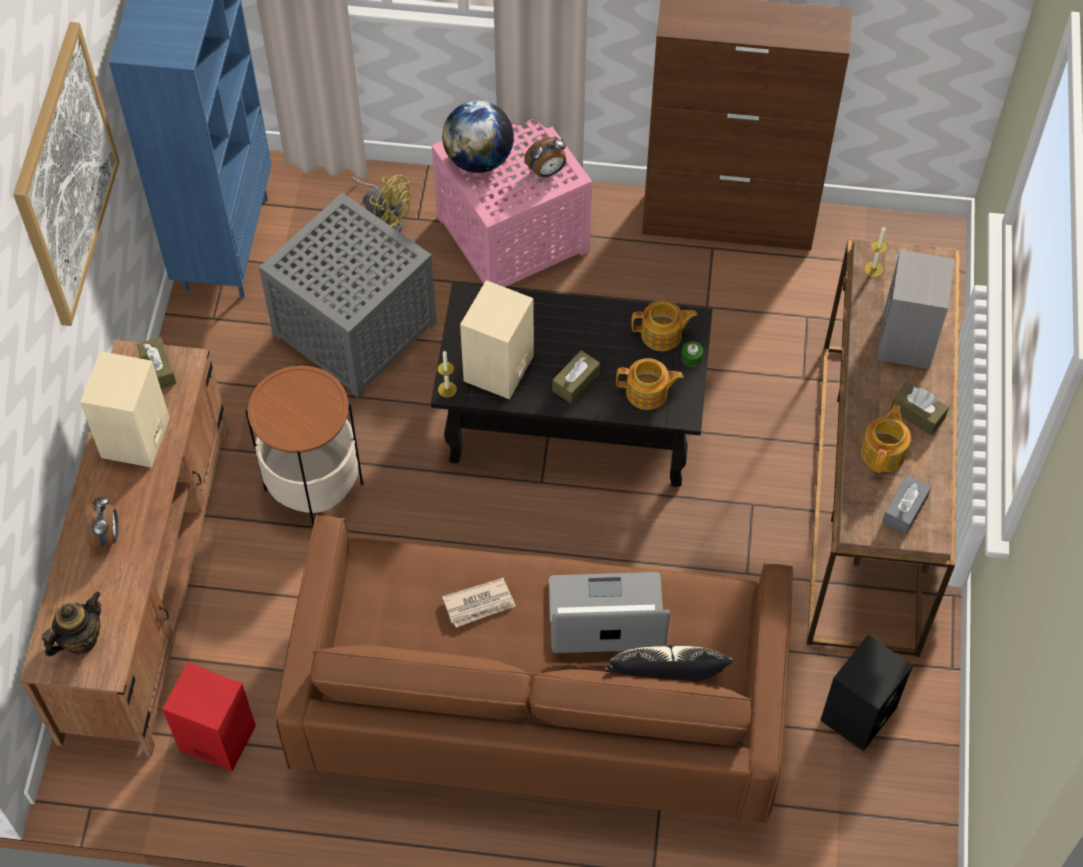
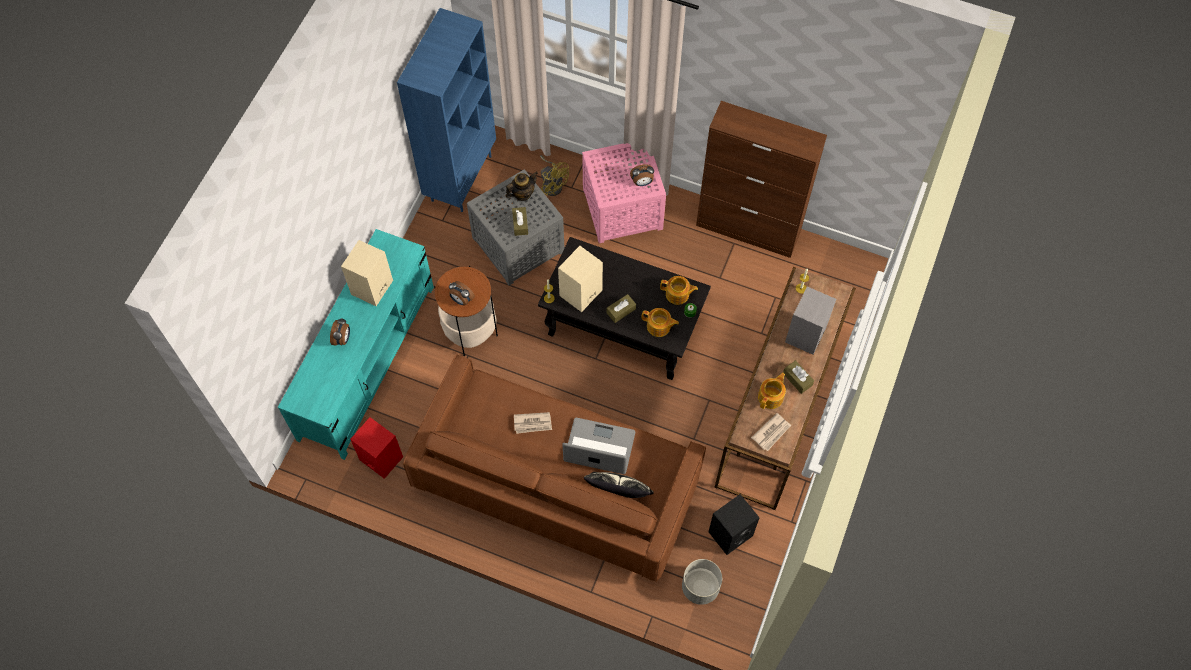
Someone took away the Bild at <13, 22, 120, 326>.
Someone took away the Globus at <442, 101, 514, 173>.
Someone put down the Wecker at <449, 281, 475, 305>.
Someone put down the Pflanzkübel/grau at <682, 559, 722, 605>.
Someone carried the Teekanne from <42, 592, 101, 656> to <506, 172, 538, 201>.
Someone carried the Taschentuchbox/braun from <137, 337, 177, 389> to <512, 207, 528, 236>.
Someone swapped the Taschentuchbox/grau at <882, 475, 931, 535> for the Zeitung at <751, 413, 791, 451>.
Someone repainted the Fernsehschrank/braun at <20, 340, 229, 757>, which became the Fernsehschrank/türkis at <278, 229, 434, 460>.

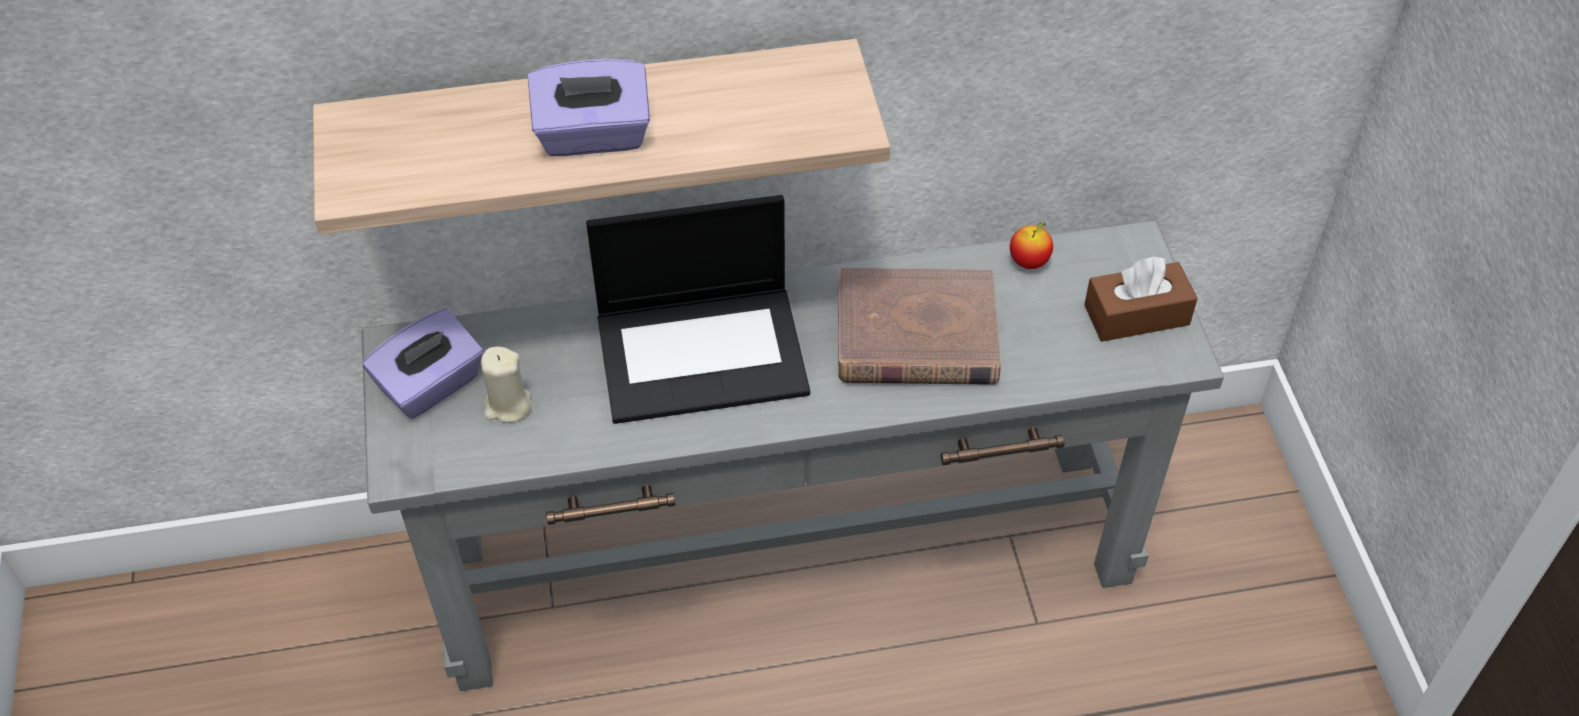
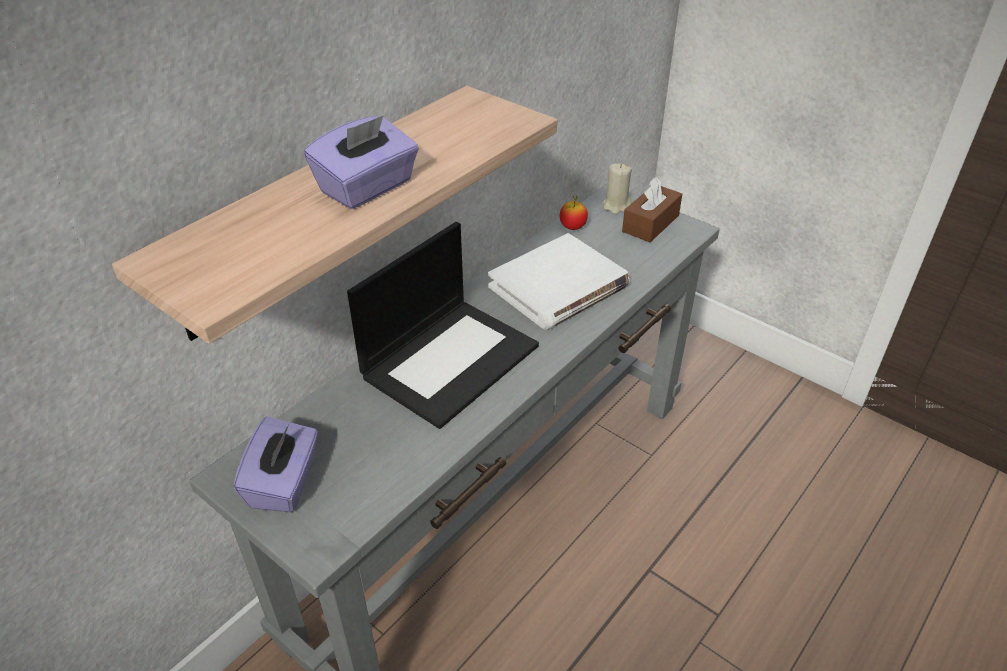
Someone carried the Kerze/beige from <481, 347, 531, 423> to <603, 163, 632, 214>.
Someone repainted the Buch/braun at <838, 268, 1001, 385>, which became the Buch/weiß at <488, 233, 630, 330>.

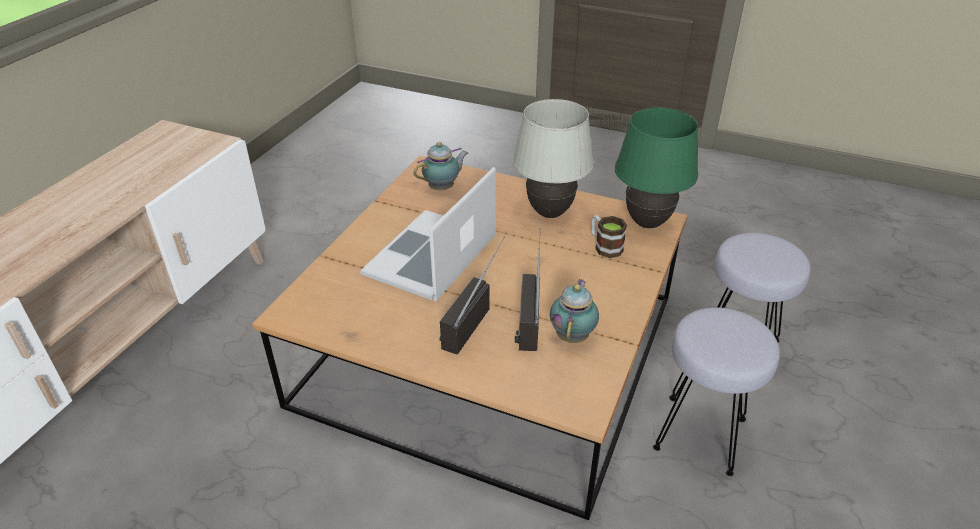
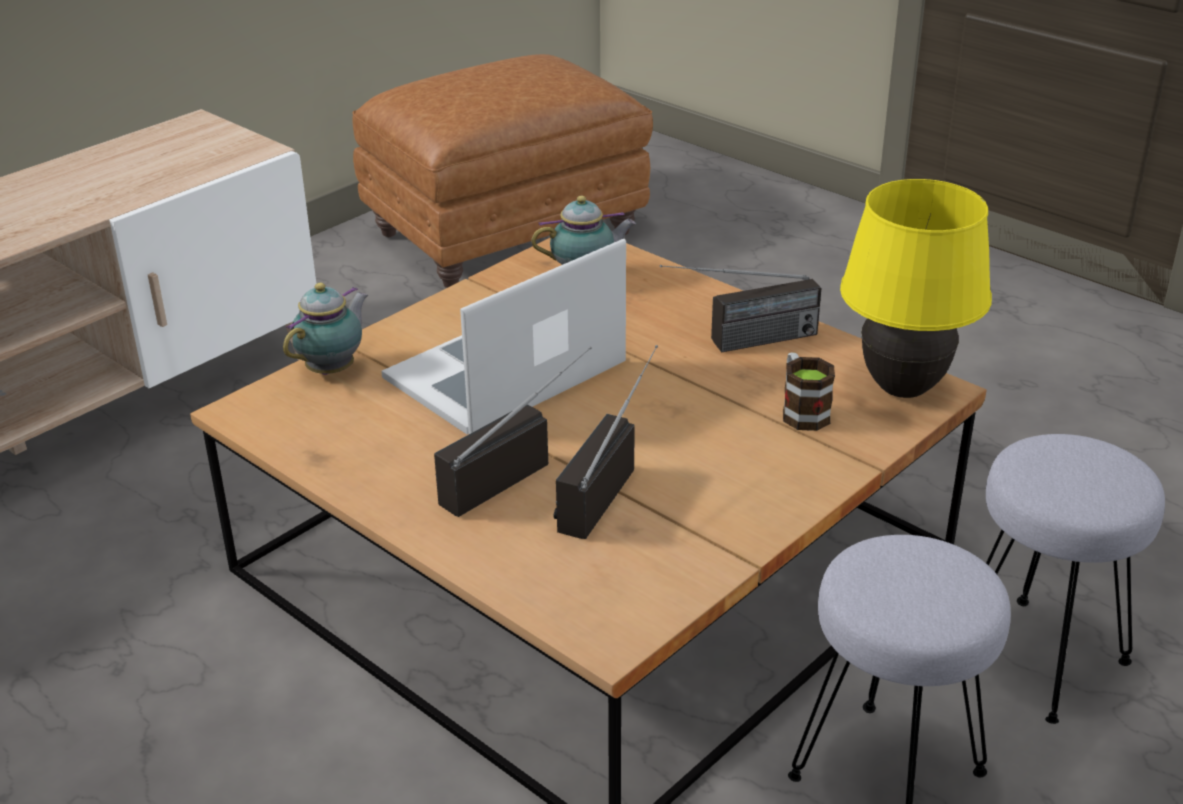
Someone put down the Polsterhocker/braun at <352, 54, 653, 288>.
Someone carried the Teekanne from <550, 279, 599, 343> to <283, 283, 368, 375>.
Someone swapped the Tischlampe/weiß at <513, 99, 594, 218> for the Radio at <660, 265, 821, 352>.
Someone repainted the Tischlampe/grün at <615, 107, 698, 228>, which became the Tischlampe/gelb at <840, 179, 992, 398>.

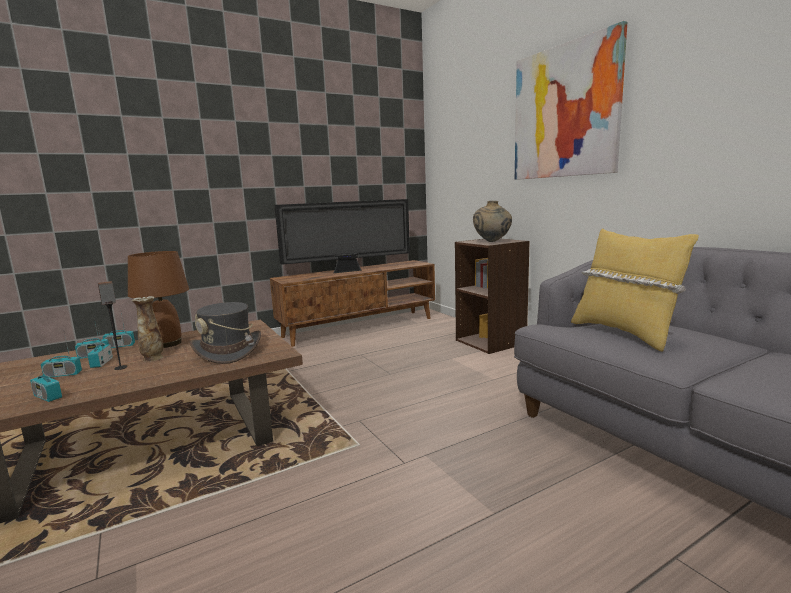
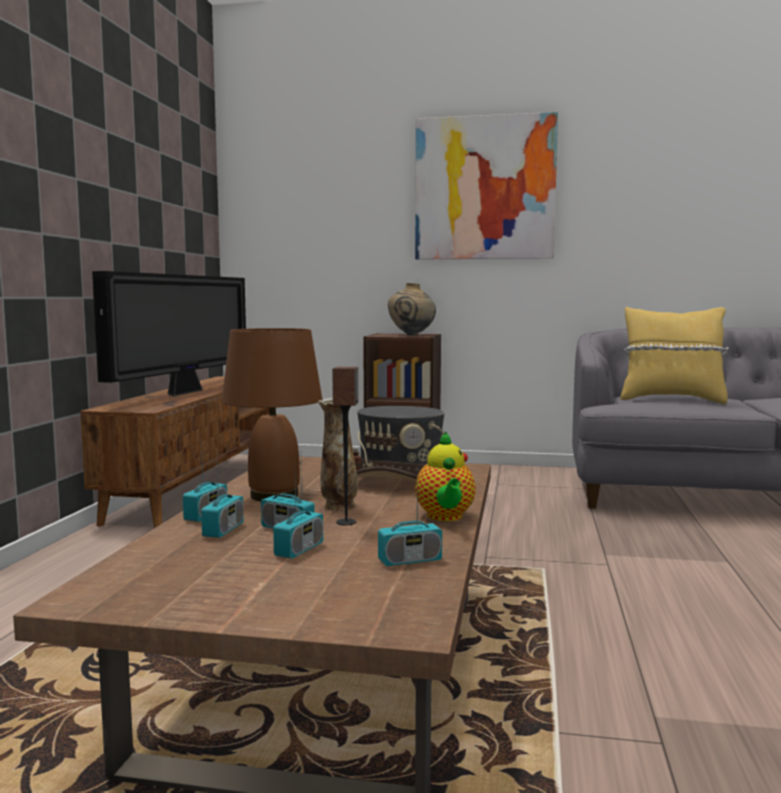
Someone put down the Teekanne at <415, 431, 475, 521>.

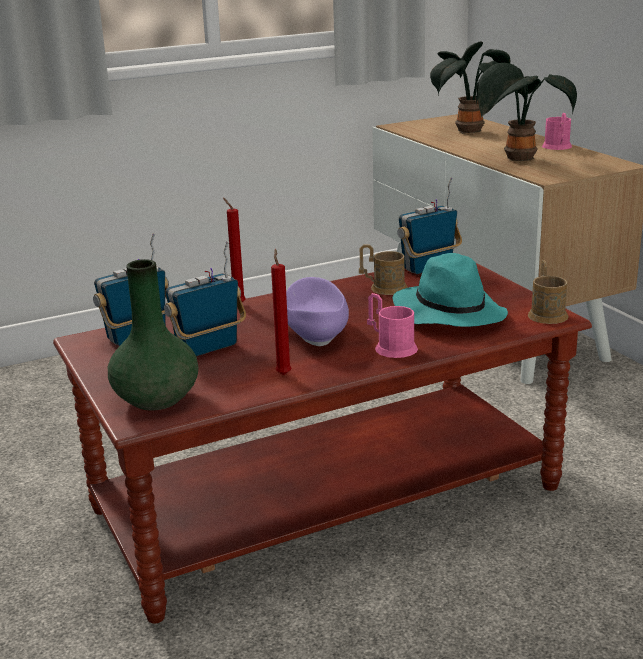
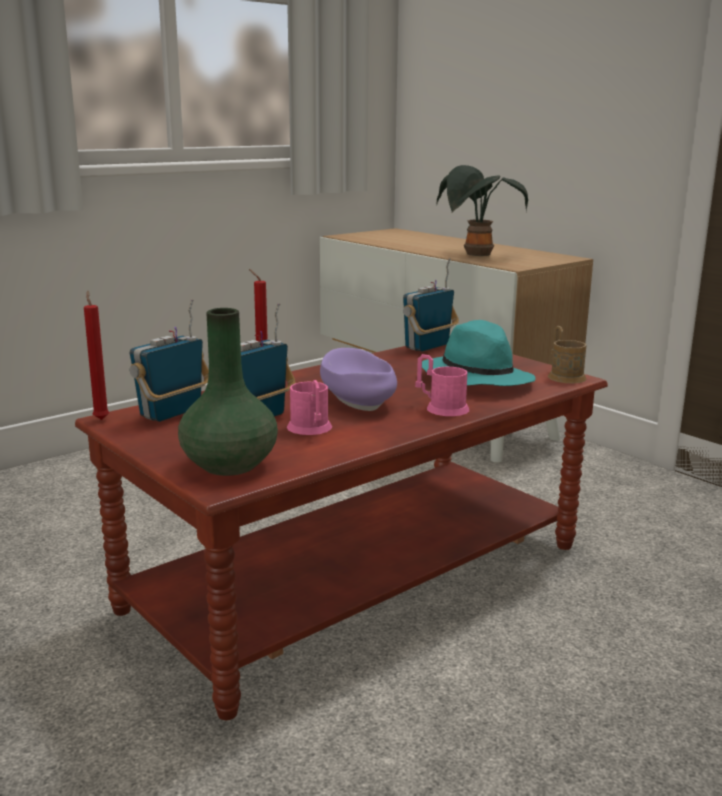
Someone took away the Henkelbecher/braun at <359, 245, 408, 295>.
Someone took away the Topfpflanze at <430, 42, 510, 134>.
Someone carried the Kerze/rot from <271, 249, 292, 375> to <84, 291, 109, 420>.
Someone carried the Henkelbecher/rosa from <542, 113, 572, 150> to <287, 380, 332, 435>.

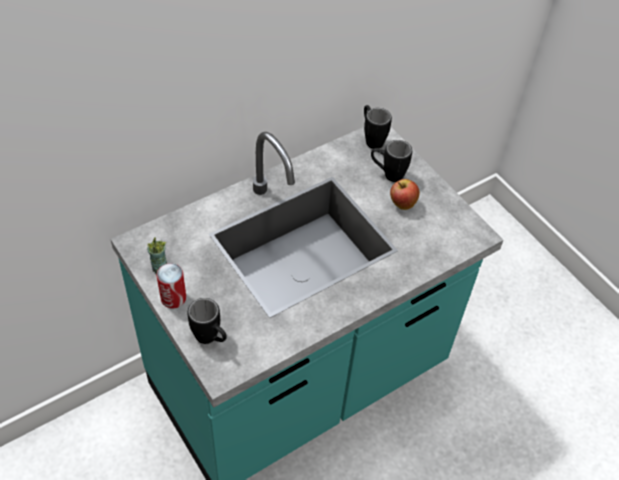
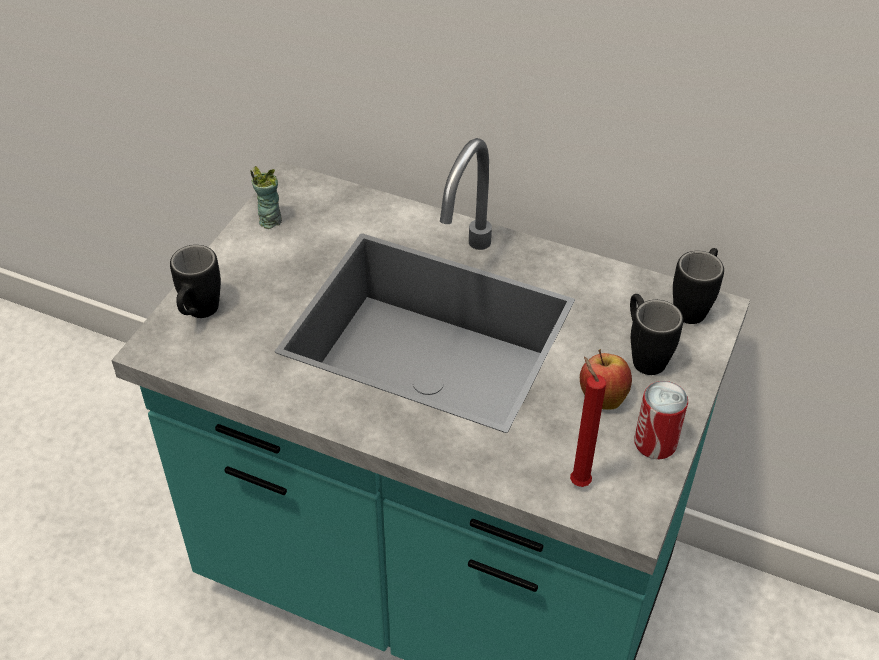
Someone put down the Kerze/rot at <570, 357, 606, 487>.
Someone carried the Dose from <156, 263, 186, 309> to <634, 381, 688, 459>.

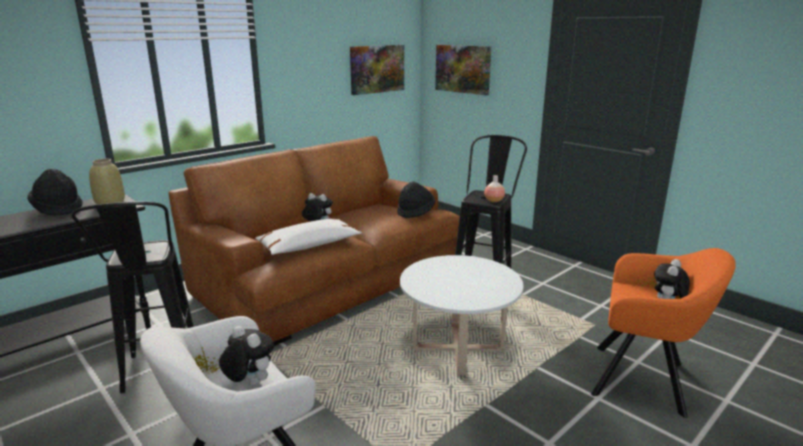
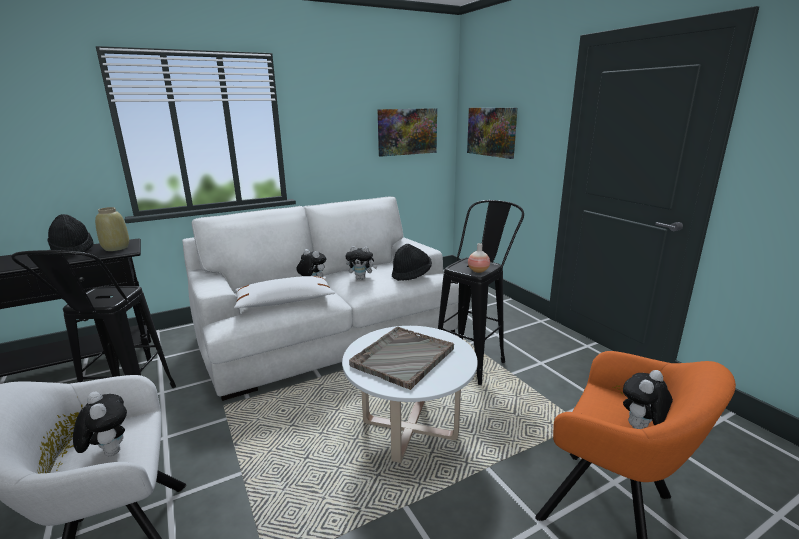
Someone put down the Plüschtier at <345, 246, 377, 280>.
Someone put down the Tablett/grau at <349, 327, 454, 390>.
Someone repainted the Sofa/braun at <168, 136, 460, 346>, which became the Sofa/weiß at <182, 196, 459, 401>.

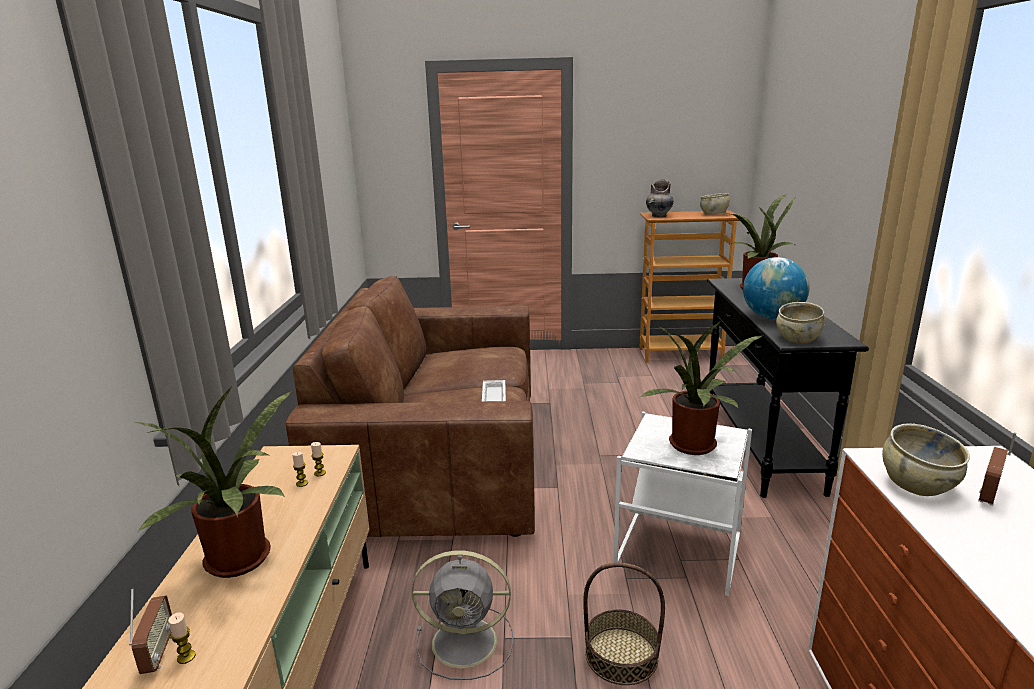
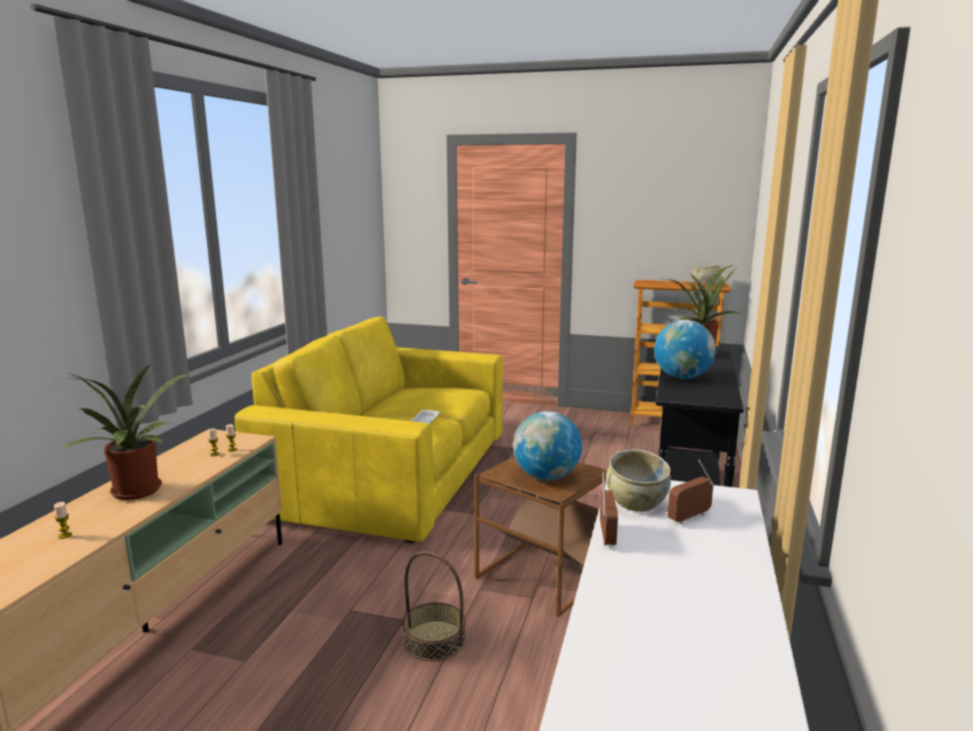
Someone took away the Ventilator/grau at <412, 551, 513, 680>.
Someone took away the Vase/grau at <646, 179, 674, 217>.
Someone took away the Schüssel/beige at <776, 302, 825, 343>.
Someone carried the Radio from <129, 589, 172, 674> to <600, 472, 618, 546>.
Someone swapped the Topfpflanze at <640, 320, 764, 455> for the Globus at <513, 411, 582, 480>.
Someone repainted the Sofa/braun at <286, 276, 535, 537>, which became the Sofa/gelb at <235, 317, 503, 543>.
Someone repainted the Beistelltisch/weiß at <613, 412, 752, 596>, which became the Beistelltisch/braun at <474, 456, 607, 617>.

